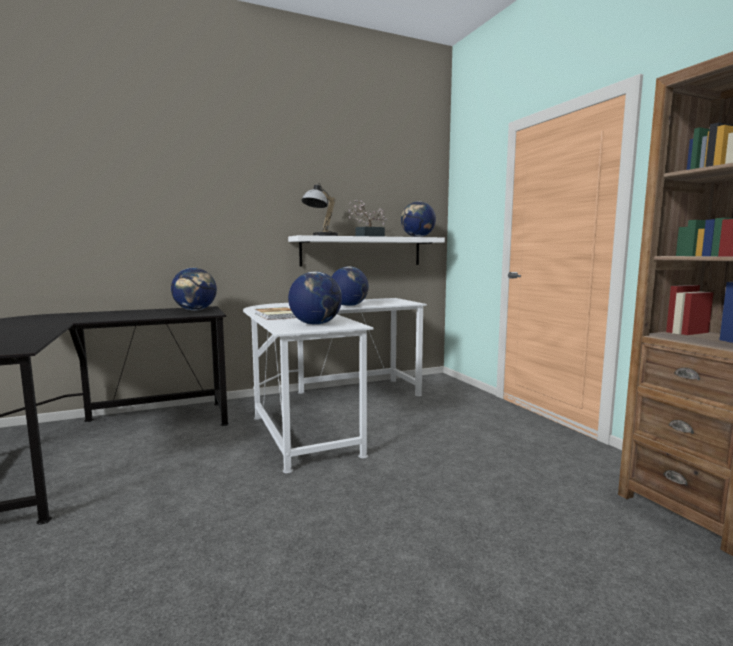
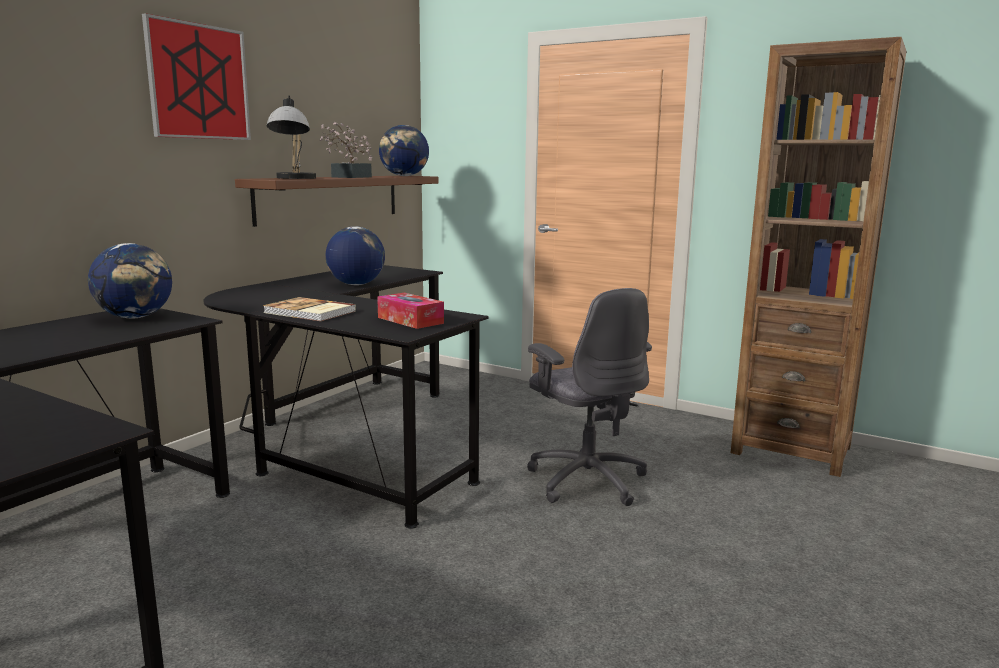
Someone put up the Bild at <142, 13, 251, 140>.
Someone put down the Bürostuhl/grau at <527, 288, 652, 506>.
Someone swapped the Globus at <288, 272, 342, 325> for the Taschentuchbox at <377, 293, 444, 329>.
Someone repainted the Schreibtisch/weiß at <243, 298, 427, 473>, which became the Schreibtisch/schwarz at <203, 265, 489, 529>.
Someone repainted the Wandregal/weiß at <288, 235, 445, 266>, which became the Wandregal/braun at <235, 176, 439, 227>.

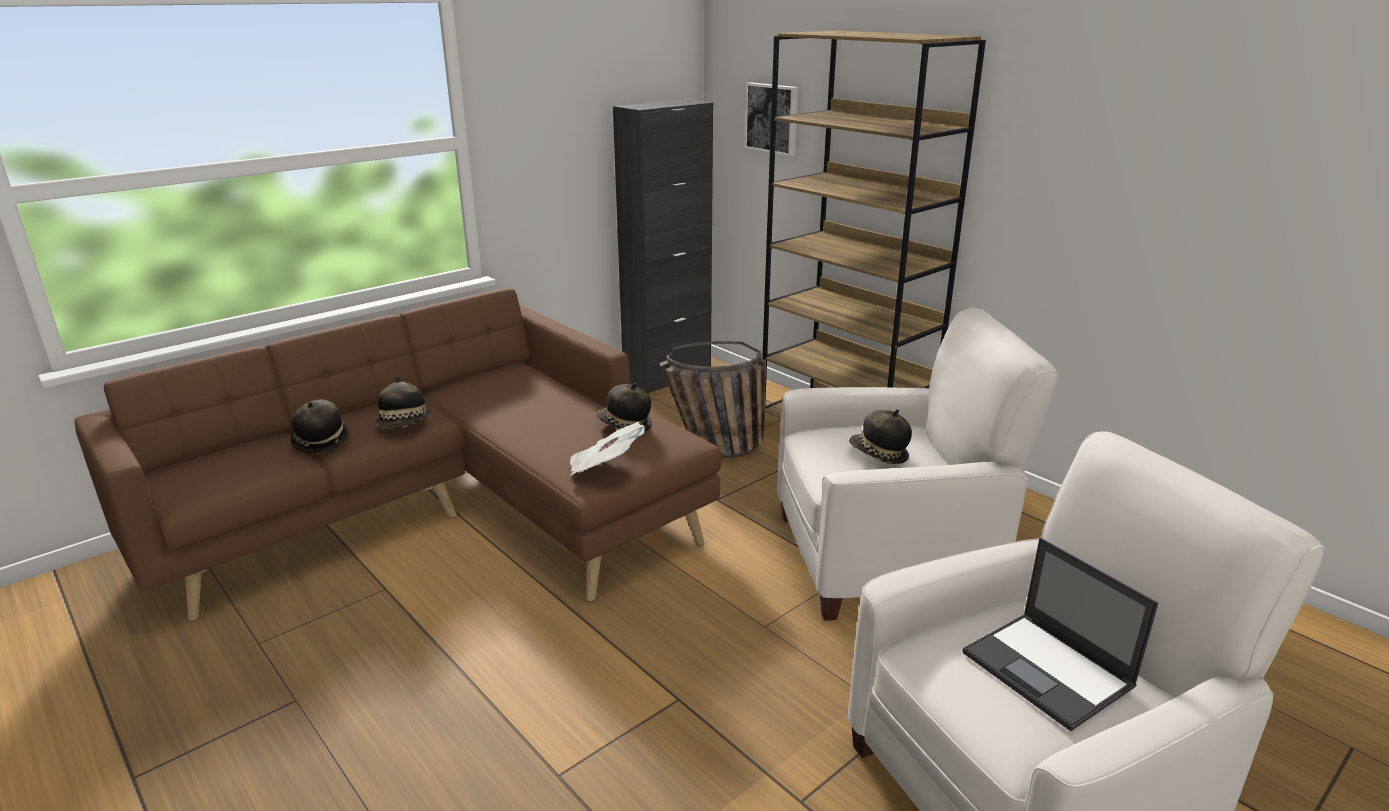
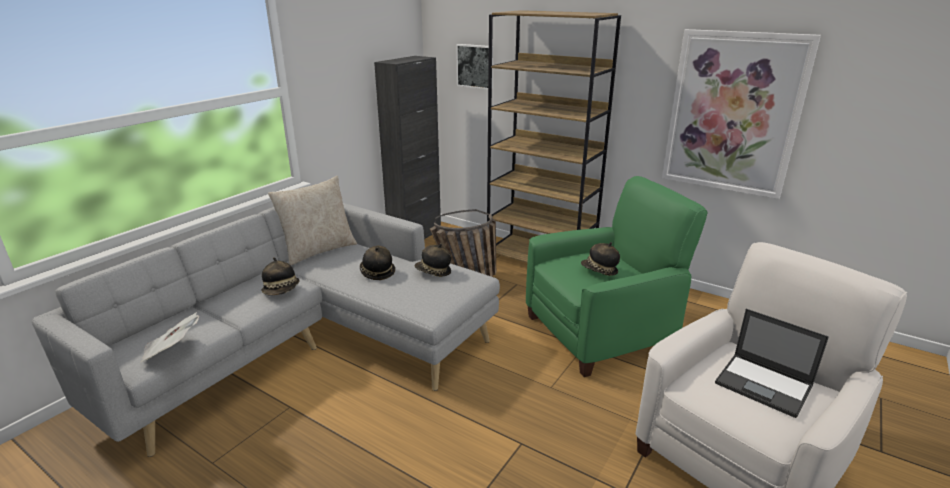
Someone put down the Kissen/beige at <268, 176, 357, 266>.
Someone put up the Bild at <662, 29, 821, 199>.
Someone carried the Hut from <291, 399, 350, 454> to <360, 246, 395, 280>.
Someone carried the Zeitung from <570, 422, 645, 475> to <140, 312, 199, 363>.
Someone repainted the Sofa/braun at <75, 288, 722, 621>, which became the Sofa/grau at <32, 203, 500, 457>.
Someone repainted the Sessel/weiß at <777, 307, 1059, 621>, which became the Sessel/grün at <526, 176, 708, 377>.

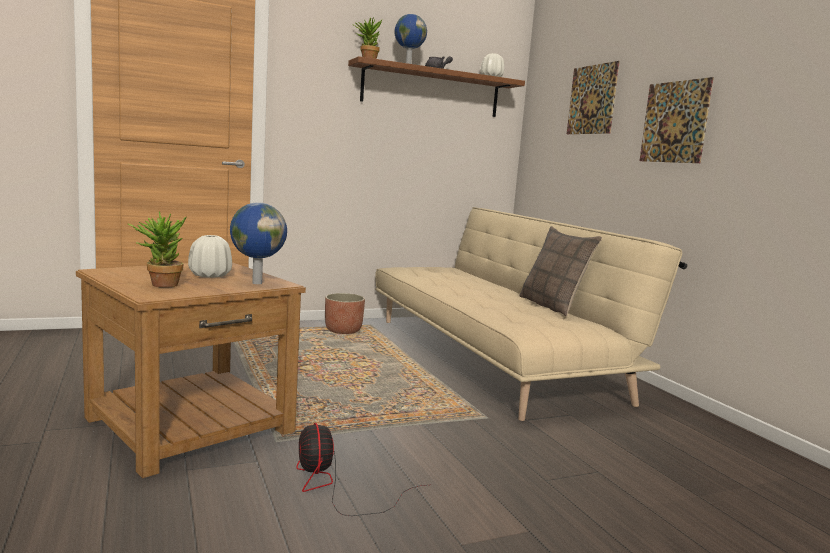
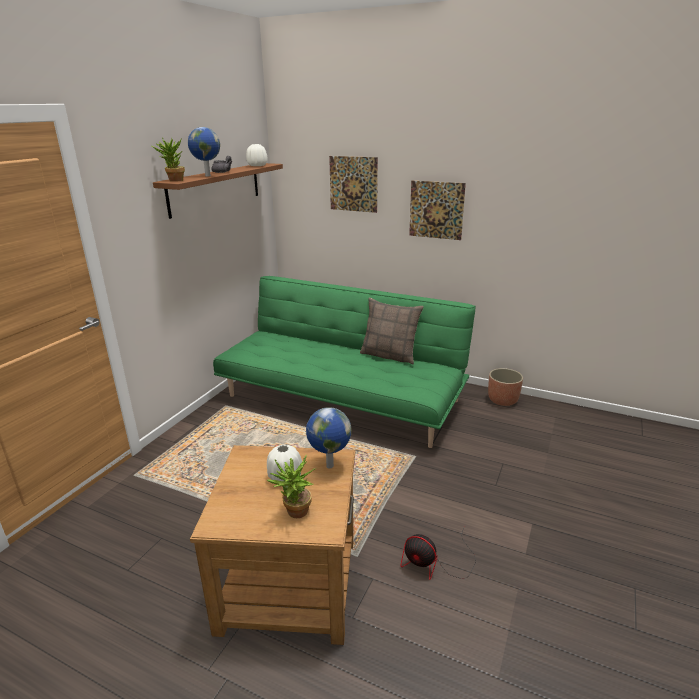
Someone carried the Pflanzkübel from <325, 293, 365, 334> to <488, 368, 523, 406>.
Someone repainted the Sofa/beige at <375, 207, 687, 421>, which became the Sofa/grün at <213, 276, 476, 448>.

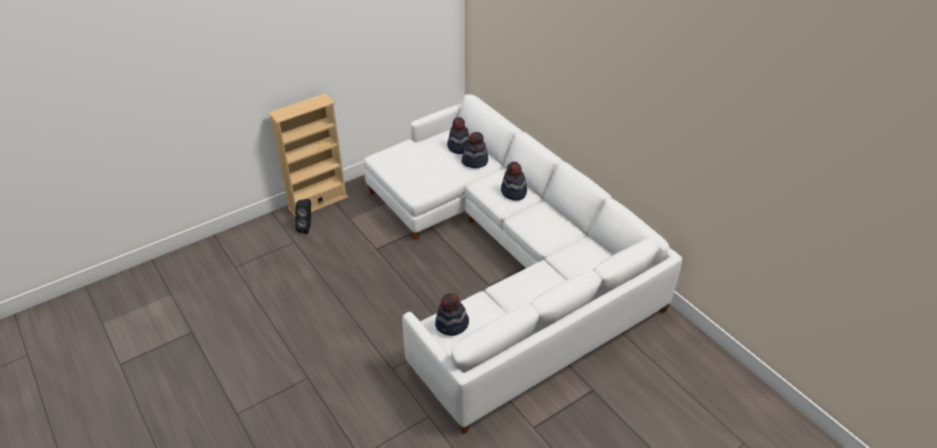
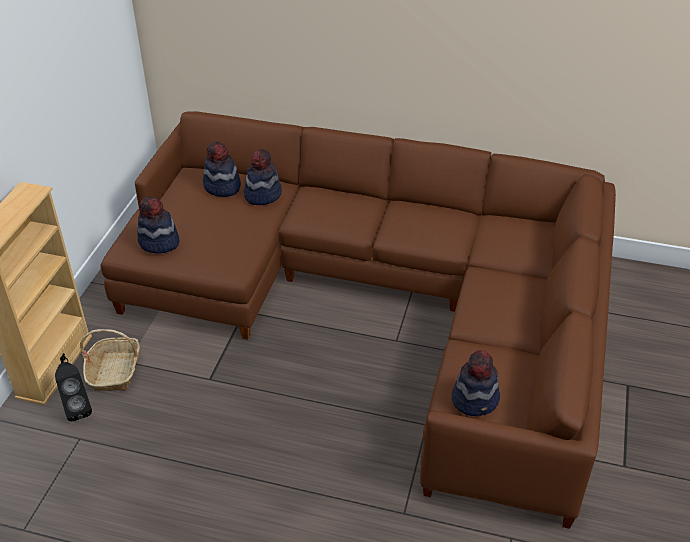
Someone put down the Korb at <80, 329, 140, 391>.
Someone carried the Hut from <501, 162, 527, 201> to <137, 196, 179, 253>.
Someone repainted the Sofa/weiß at <364, 94, 682, 434>, which became the Sofa/braun at <100, 111, 616, 529>.

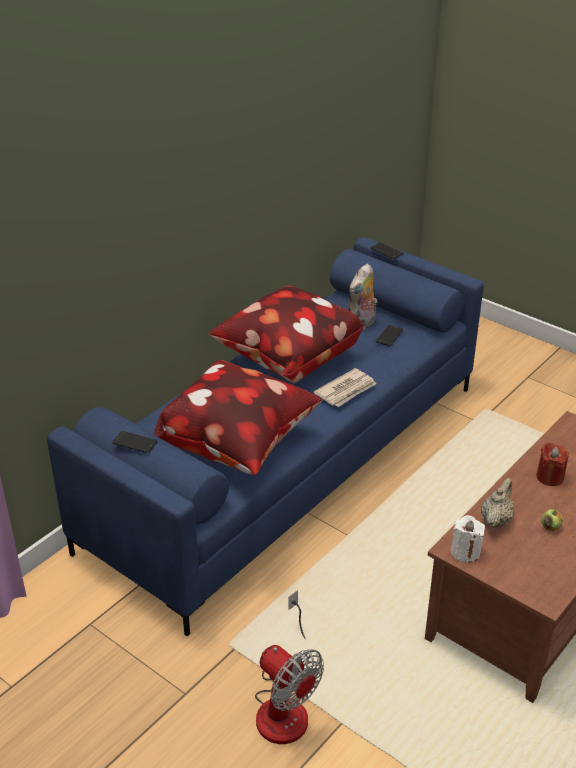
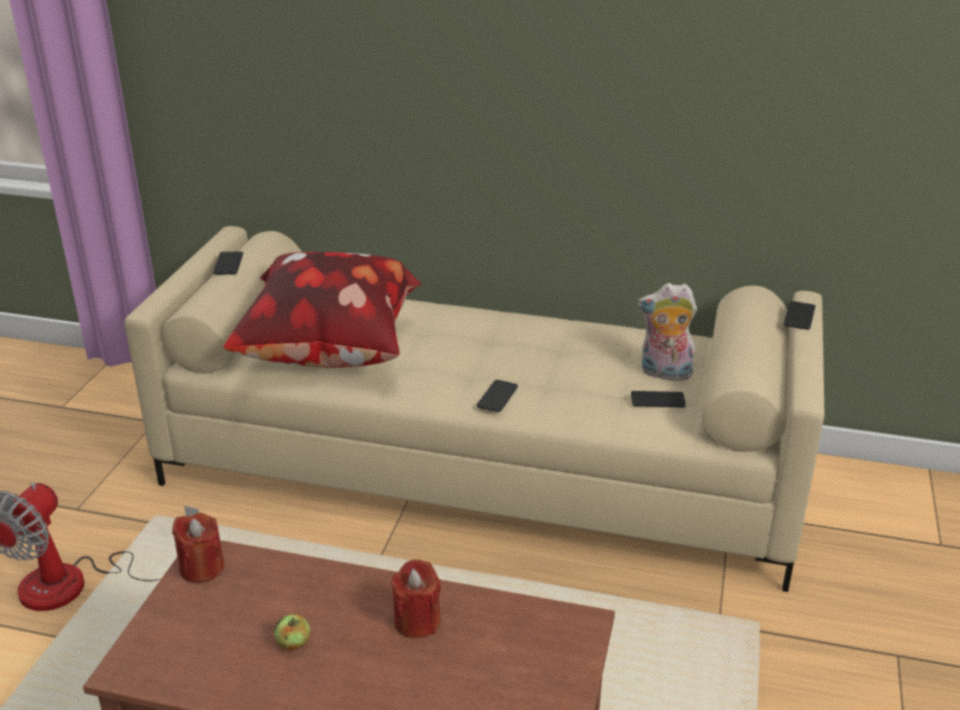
Someone took away the Kissen at <209, 286, 364, 383>.
Someone took away the Teekanne/beige at <481, 478, 514, 528>.
Someone swapped the Zeitung at <314, 368, 376, 407> for the Handy at <477, 380, 518, 412>.
Someone repainted the Sofa/blau at <47, 237, 484, 636>, which became the Sofa/beige at <125, 226, 824, 592>.
Someone repainted the Kerze/weiß at <451, 515, 485, 563>, which became the Kerze/rot at <172, 513, 224, 583>.

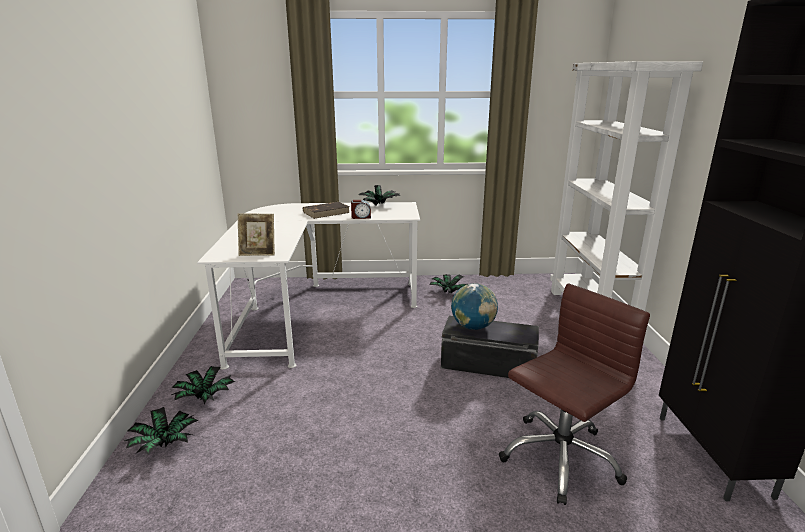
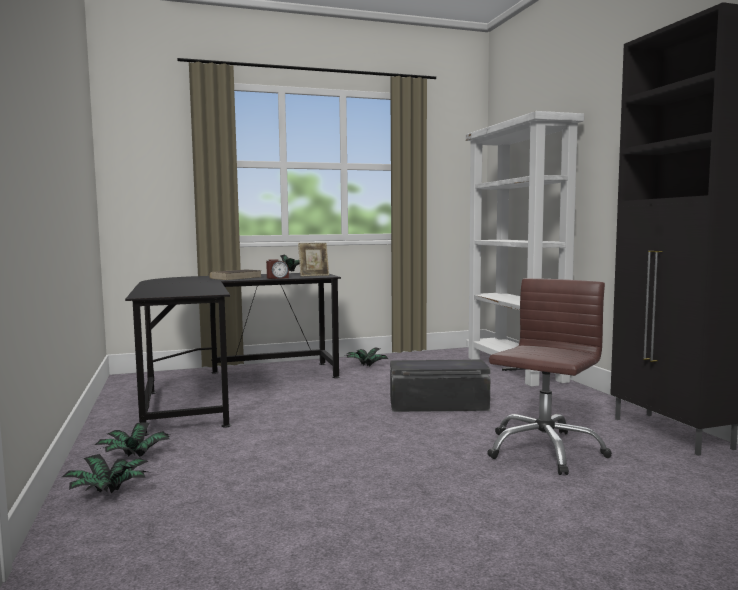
Someone took away the Globus at <451, 283, 498, 330>.
Someone carried the Bilderrahmen from <238, 214, 275, 256> to <298, 243, 329, 276>.
Someone repainted the Schreibtisch/weiß at <197, 202, 420, 370>, which became the Schreibtisch/schwarz at <125, 273, 341, 436>.

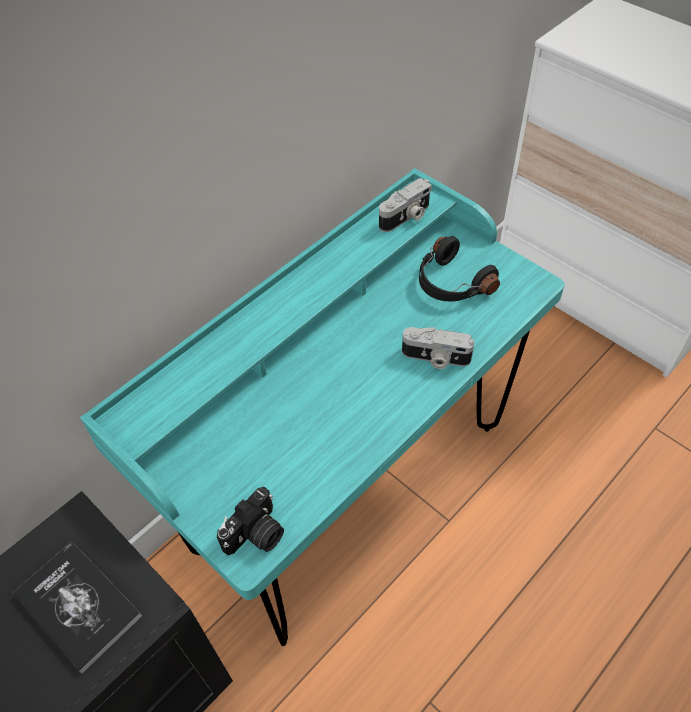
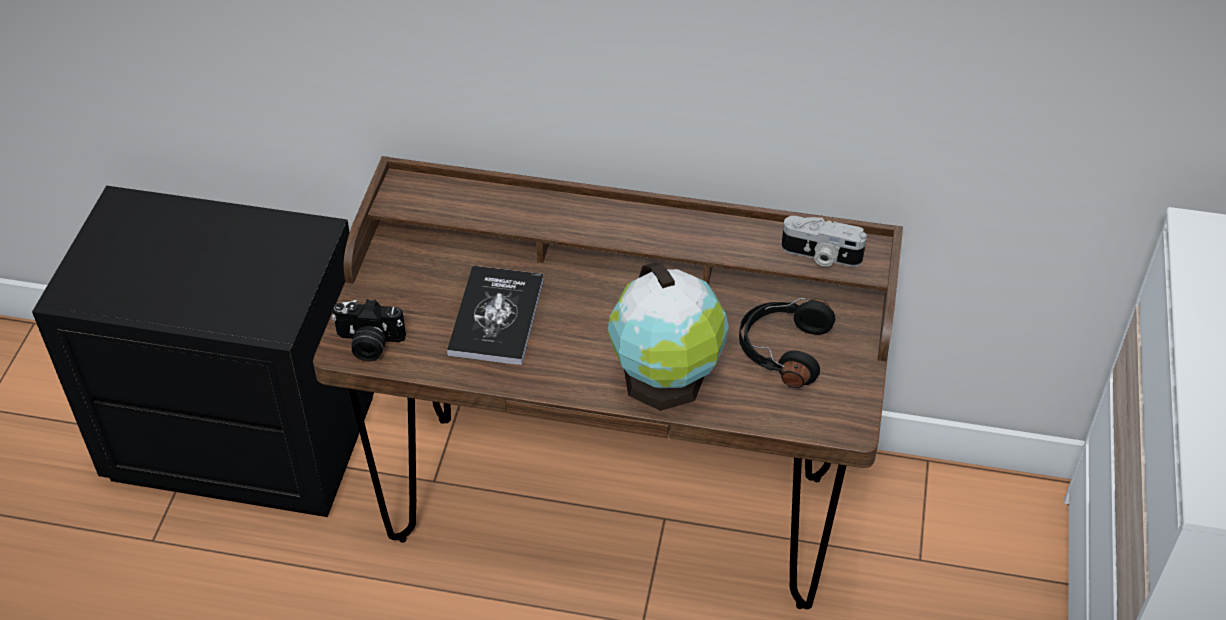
Someone carried the Buch from <12, 542, 142, 674> to <447, 266, 544, 365>.
Someone swapped the Kamera at <402, 327, 474, 369> for the Globus at <608, 263, 729, 411>.
Someone repainted the Schreibtisch/türkis at <80, 168, 565, 646>, which became the Schreibtisch/braun at <313, 156, 903, 609>.

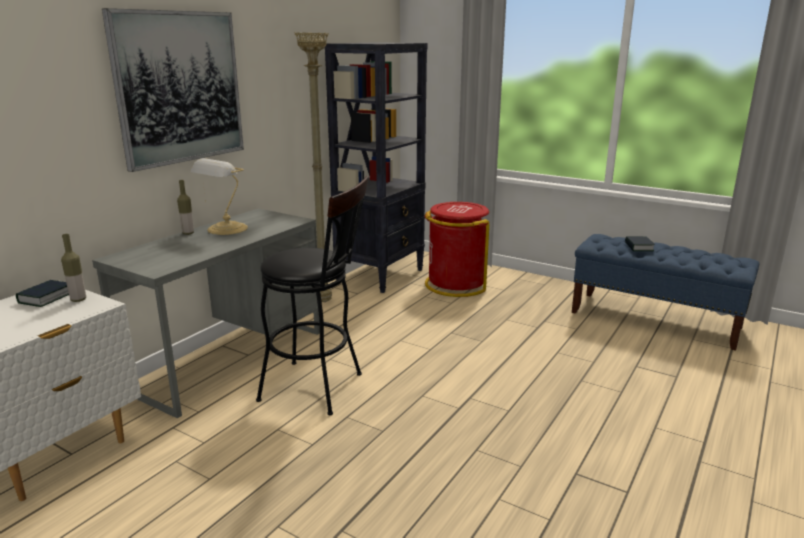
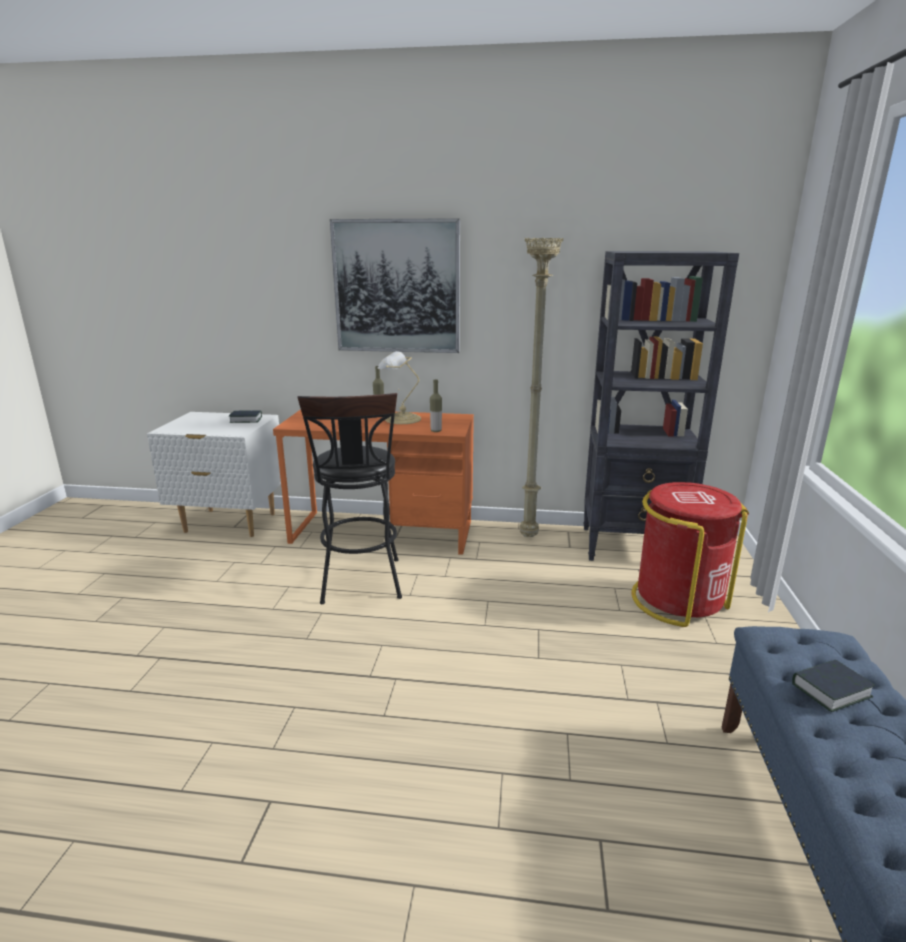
Someone carried the Flasche from <61, 234, 86, 302> to <430, 379, 442, 432>.
Someone repainted the Schreibtisch/grau at <92, 209, 320, 418>, which became the Schreibtisch/orange at <273, 409, 474, 555>.

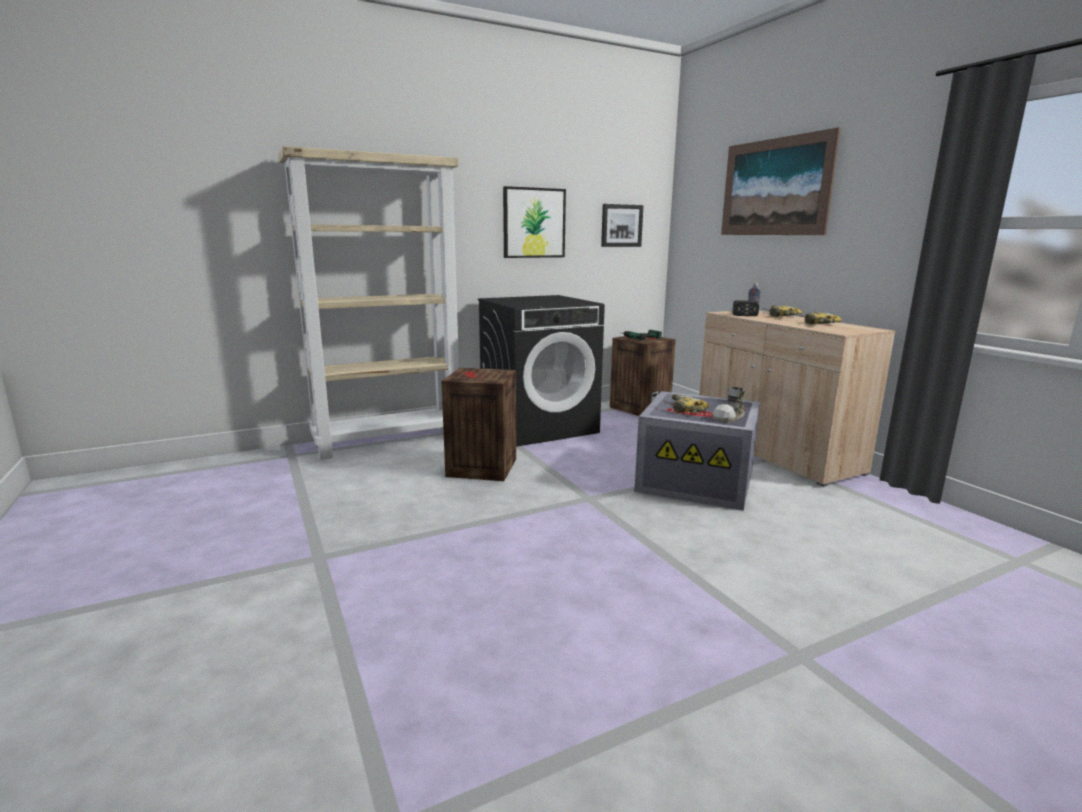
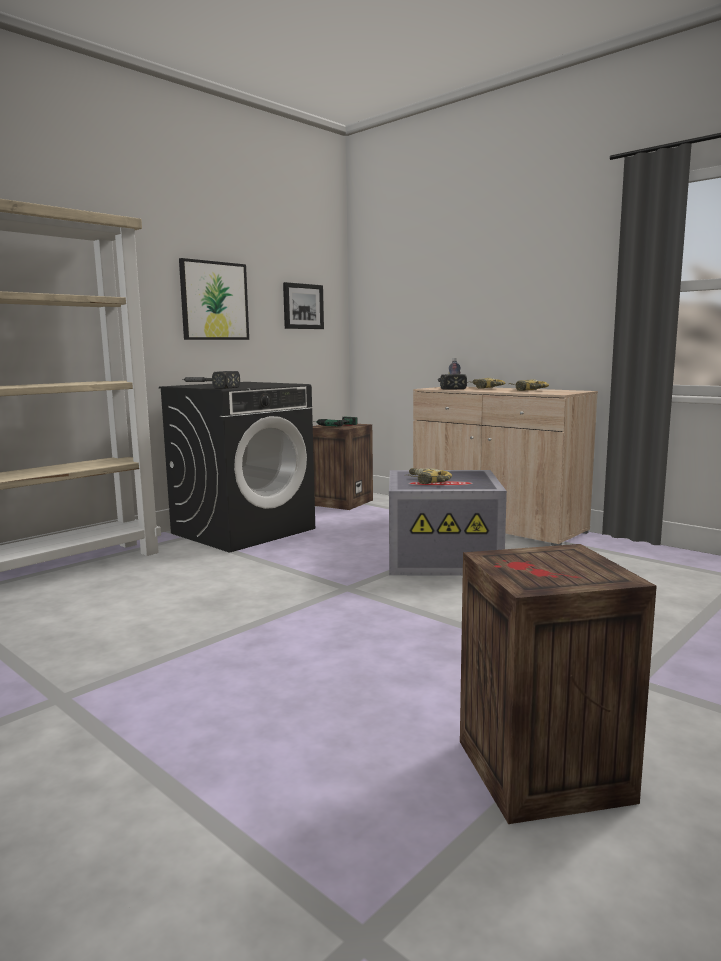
Someone took away the Schuh at <712, 387, 745, 423>.
Someone took away the Bild at <721, 127, 841, 235>.
Someone put down the Hammer at <182, 371, 240, 389>.
Someone carried the Kiste from <441, 368, 516, 481> to <460, 544, 657, 824>.

